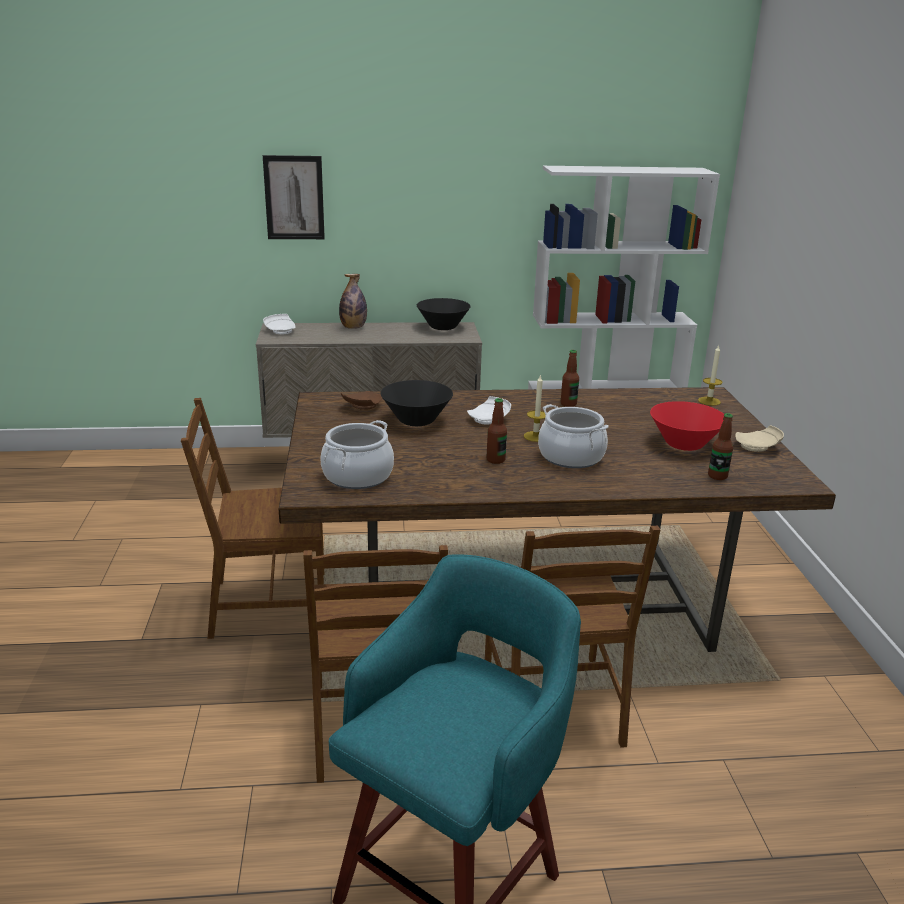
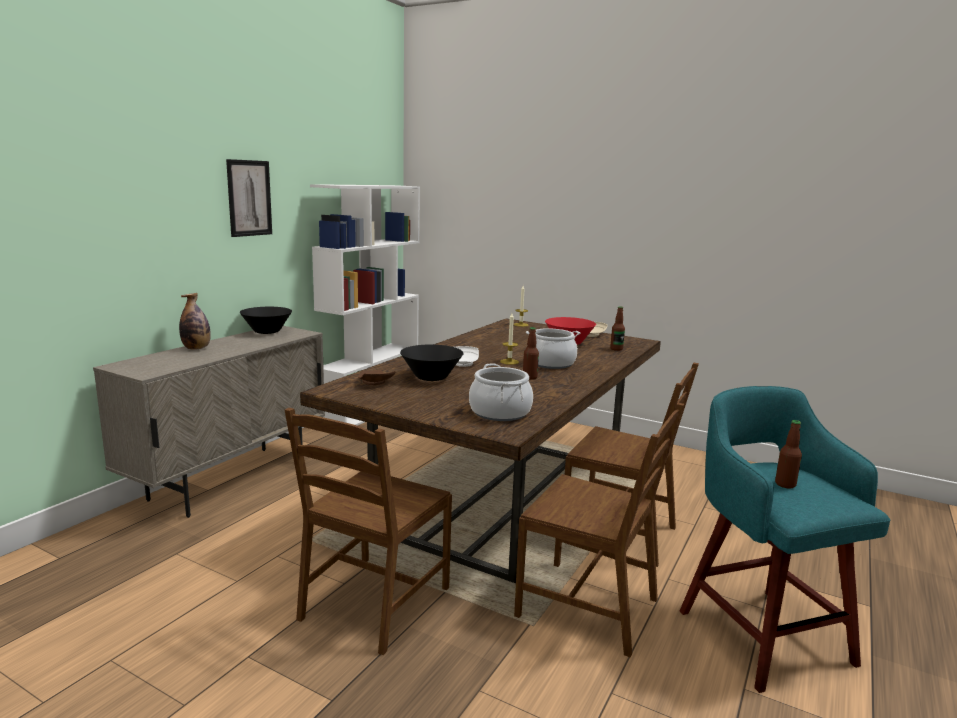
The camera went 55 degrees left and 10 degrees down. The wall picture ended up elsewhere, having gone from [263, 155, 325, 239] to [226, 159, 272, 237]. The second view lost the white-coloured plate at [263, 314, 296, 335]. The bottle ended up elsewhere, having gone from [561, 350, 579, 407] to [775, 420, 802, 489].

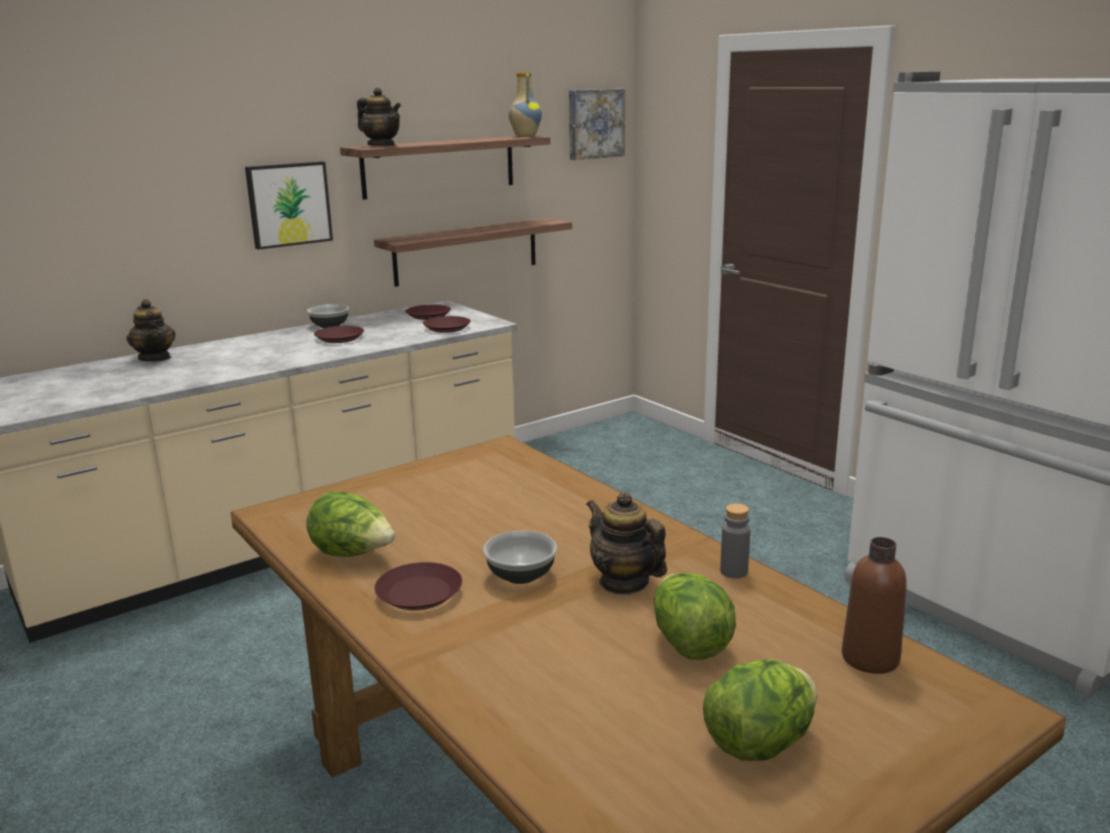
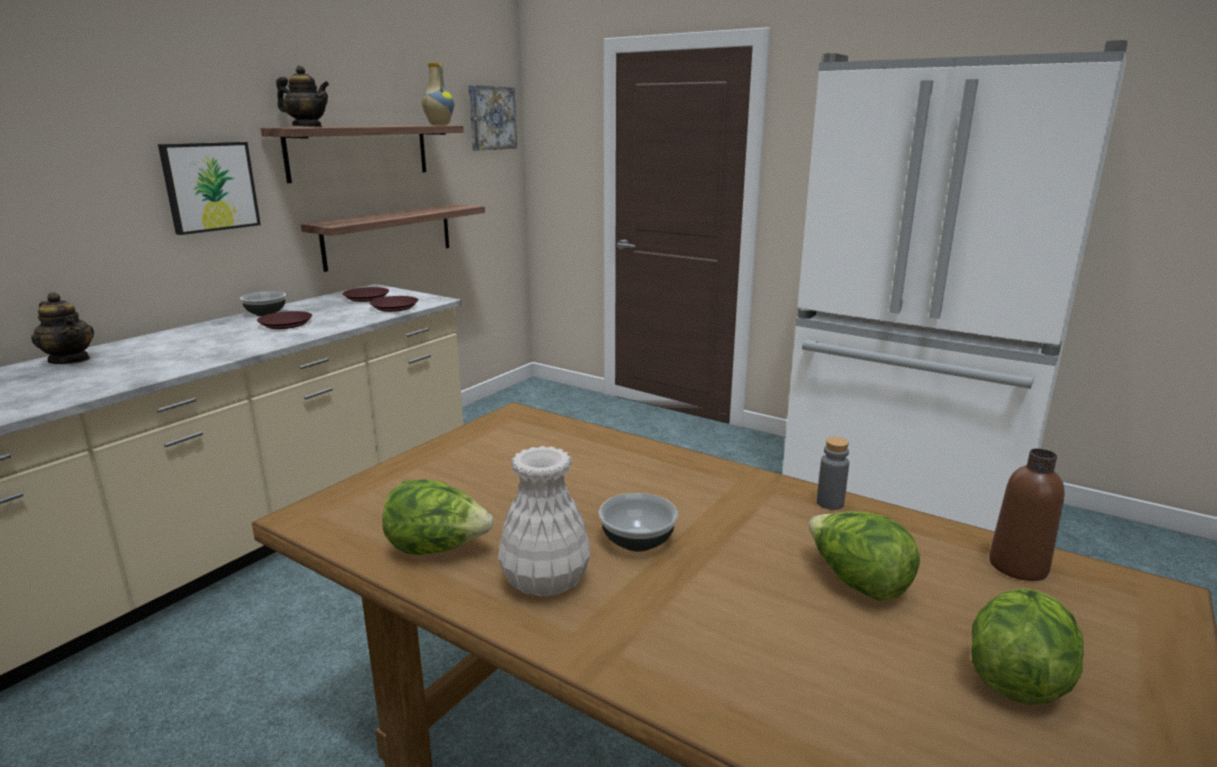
The camera went 20 degrees left and 0 degrees up. The second view lost the tea pot at [586, 491, 667, 595]. Where the brownish plate stood at [375, 562, 462, 610], the white-coloured flower vase came to stand at [498, 446, 591, 597].

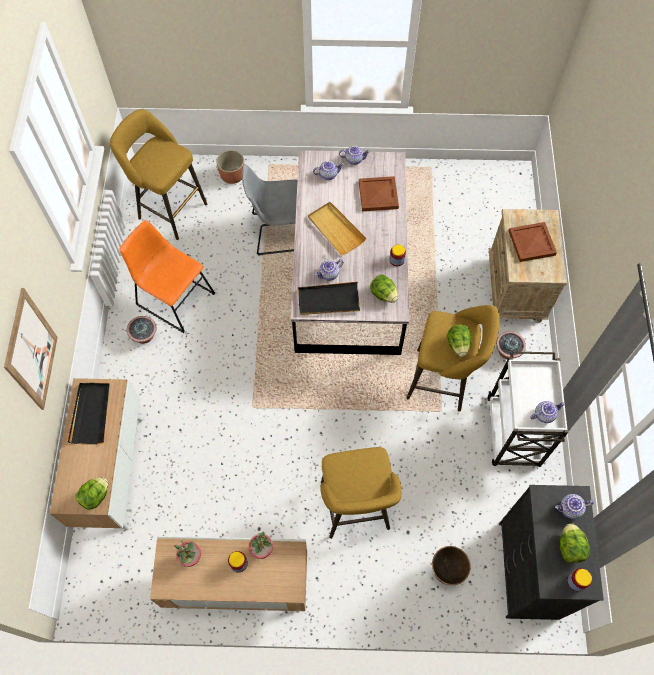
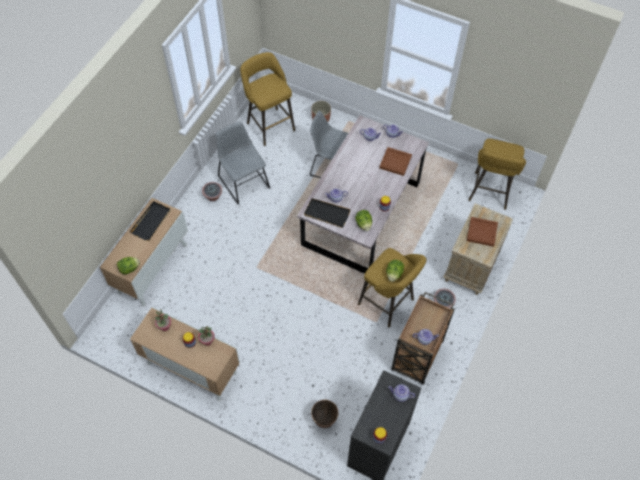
The camera went 25 degrees right and 5 degrees down. The second view lost the beige-coloured serving tray at [308, 202, 366, 255]. What was the orangey plain chair at [119, 220, 215, 333] turned into the grey plain chair at [216, 121, 270, 204]. The second view lost the wall picture at [4, 288, 58, 410]. What was the white-coloured wheeled cart at [487, 351, 568, 467] turned into the brownish wheeled cart at [391, 292, 455, 385]. The yellow stool ended up elsewhere, having gone from [320, 447, 402, 539] to [469, 138, 526, 210]. The second view lost the lettuce head at [560, 524, 590, 563].

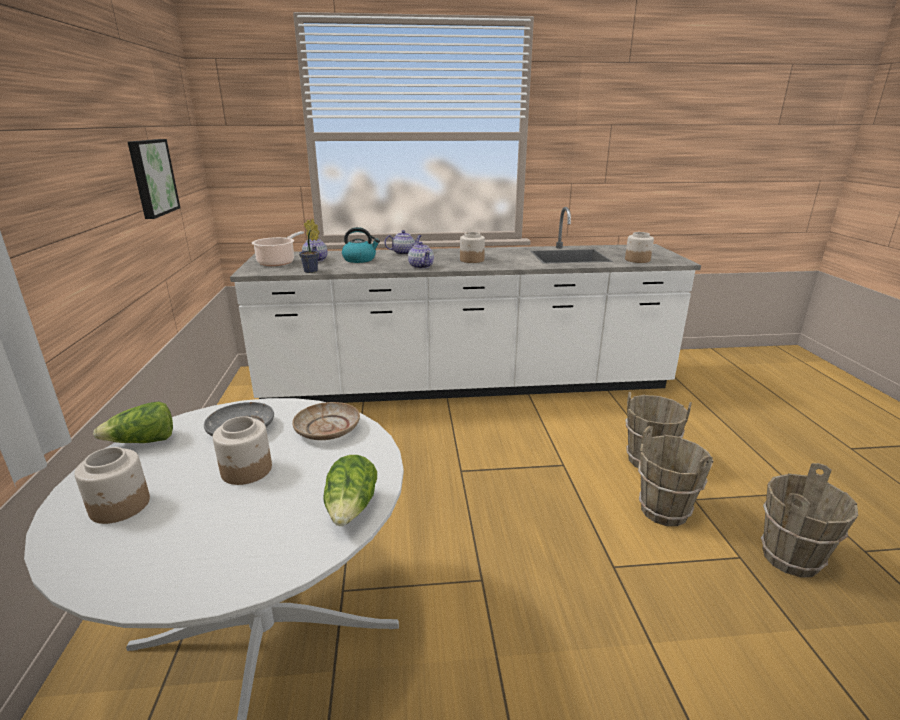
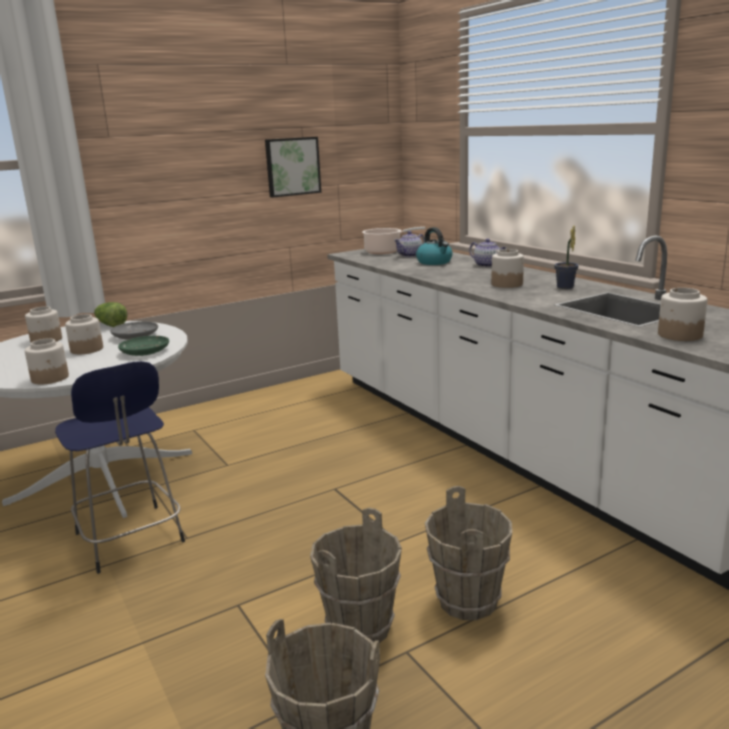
The camera went 65 degrees right and 5 degrees down. The houseplant ended up elsewhere, having gone from [299, 219, 319, 273] to [554, 225, 579, 289]. The second view lost the tea pot at [408, 242, 434, 269]. What was the beige-coloured plate at [292, 402, 360, 440] turned into the greenish plate at [118, 336, 169, 356]. Where the lettuce head stood at [323, 455, 377, 526], the storage jar came to stand at [25, 338, 69, 384]. The second view gained the blue-coloured stool at [55, 361, 185, 574].

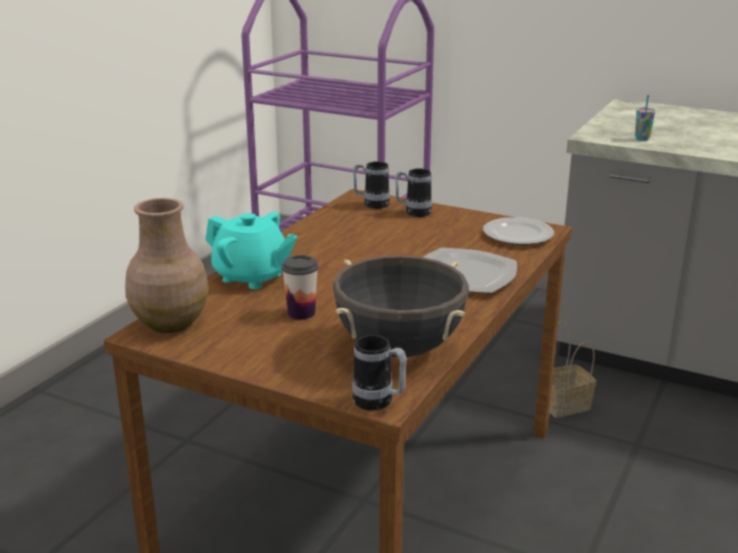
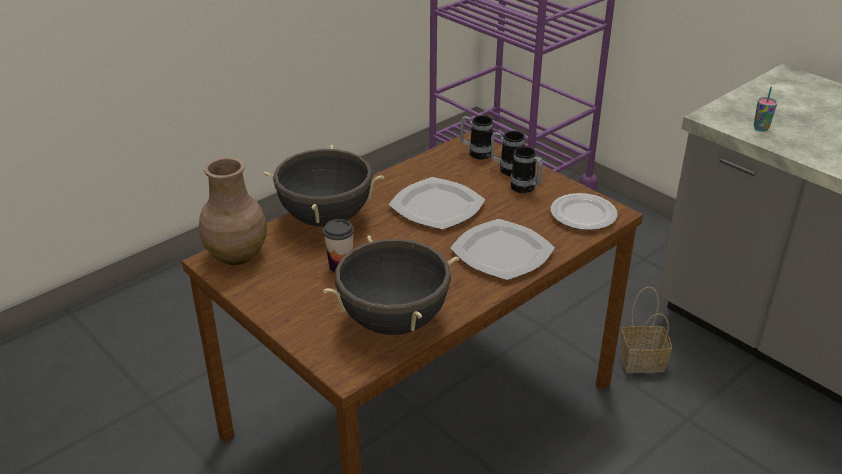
The camera went 20 degrees right and 10 degrees up. Where the turquoise tea pot stood at [205, 212, 298, 289], the black cooking pot came to stand at [262, 145, 384, 227]. The coffee mug ended up elsewhere, having gone from [352, 335, 407, 411] to [510, 146, 543, 193]. The second view gained the plate at [389, 177, 485, 230].

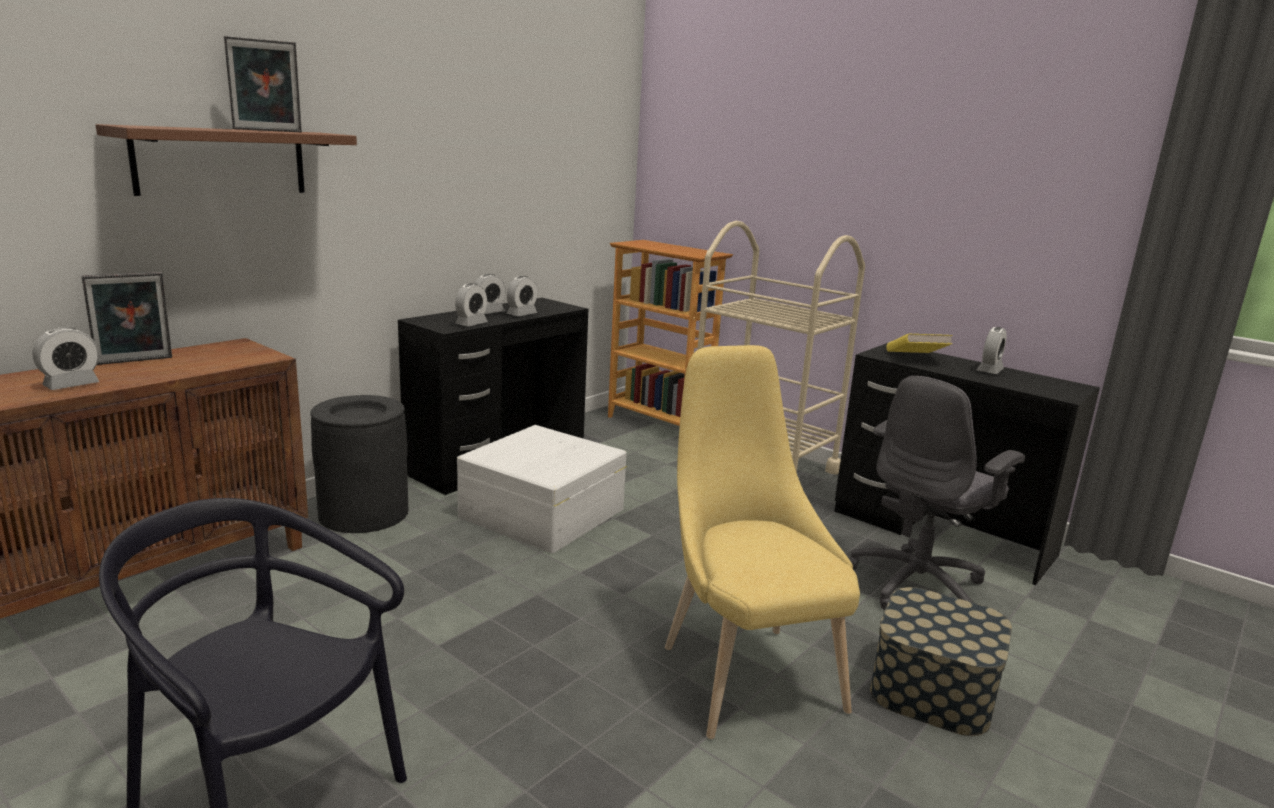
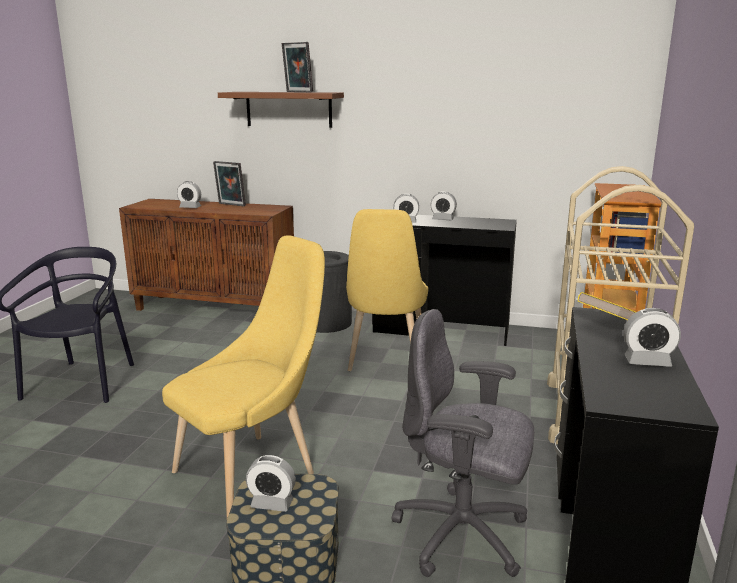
The camera went 65 degrees right and 0 degrees up. The table clock ended up elsewhere, having gone from [507, 276, 537, 316] to [246, 455, 296, 512]. Where the white-coloured storage box stood at [457, 425, 627, 553], the yellow plain chair came to stand at [346, 209, 429, 371].

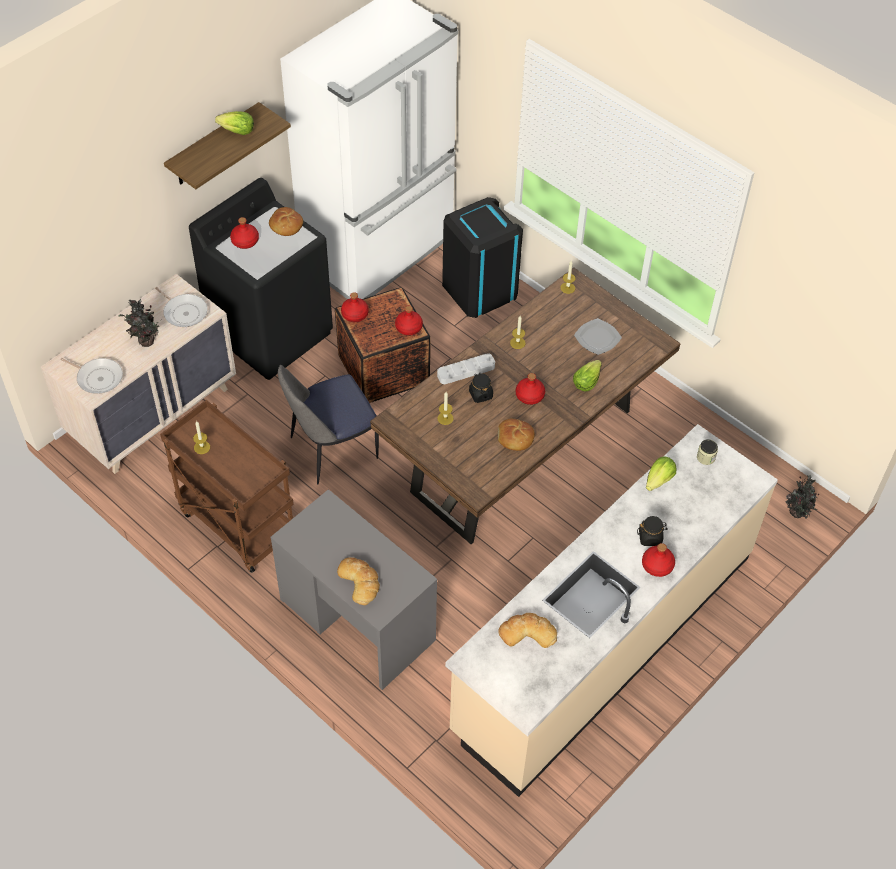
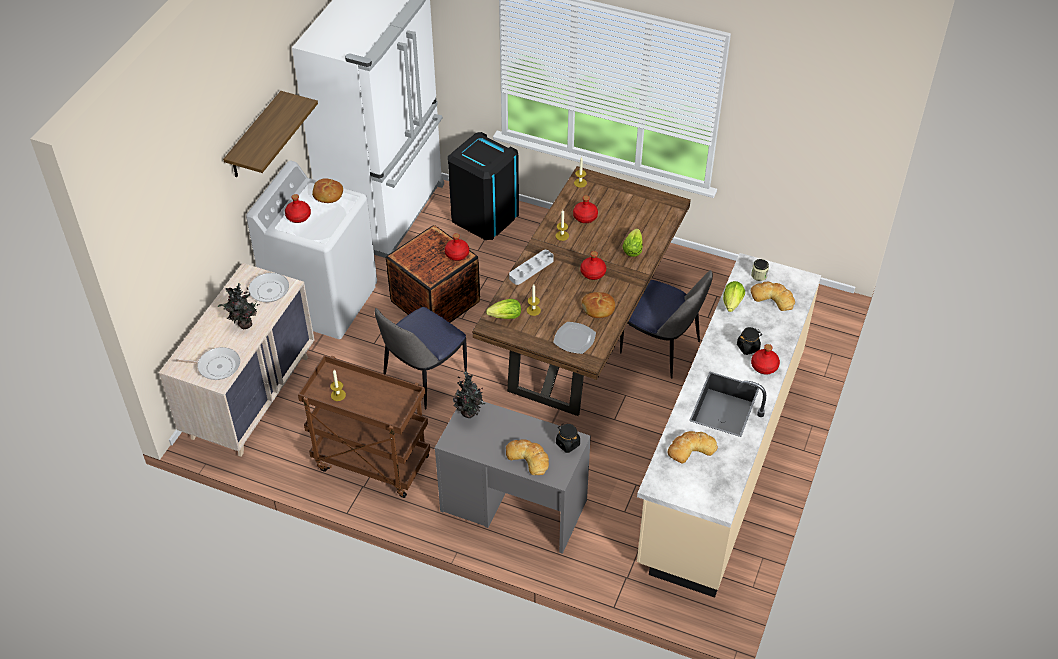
The camera went 20 degrees left and 5 degrees down. The lettuce head ended up elsewhere, having gone from [215, 111, 254, 135] to [486, 299, 521, 319]. What was the black laundry machine at [189, 178, 333, 380] turned into the white-coloured laundry machine at [246, 161, 377, 339]. The pan at [155, 287, 208, 327] ended up facing another way, 45 degrees counterclockwise from before. The reddish bottle ended up elsewhere, having gone from [341, 292, 369, 322] to [573, 195, 598, 223]. The plate ended up elsewhere, having gone from [574, 318, 622, 355] to [553, 322, 596, 354]. The black storage jar ended up elsewhere, having gone from [469, 373, 493, 403] to [556, 424, 580, 453]. The houseplant ended up elsewhere, having gone from [786, 474, 819, 519] to [453, 371, 485, 418]. The second view gained the plain chair at [620, 270, 713, 379]. The second view gained the bakery bread at [751, 282, 795, 311].

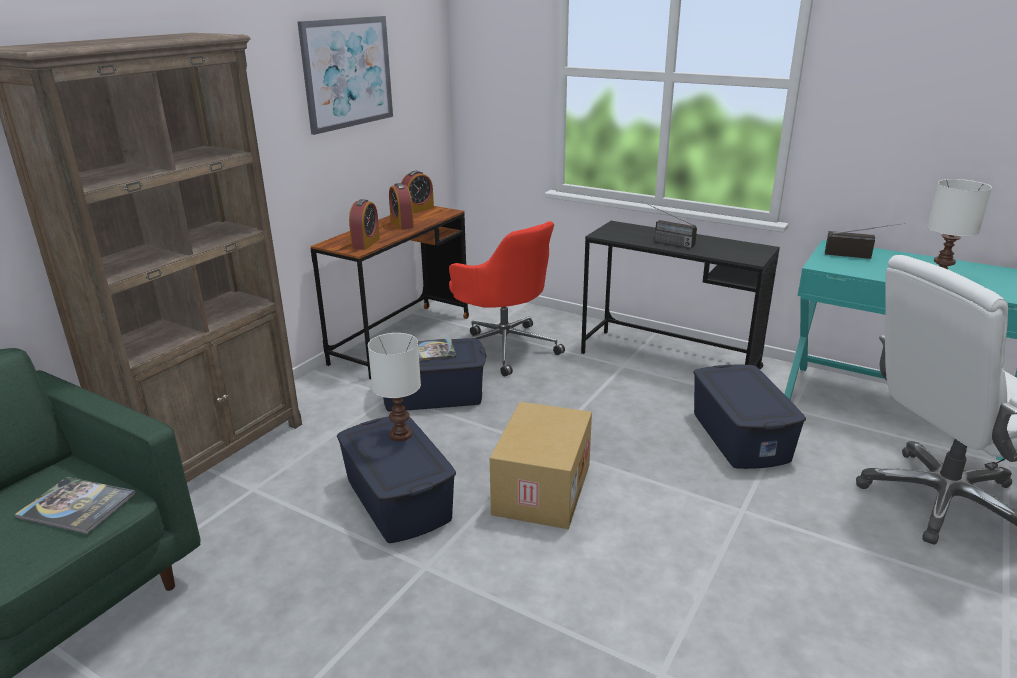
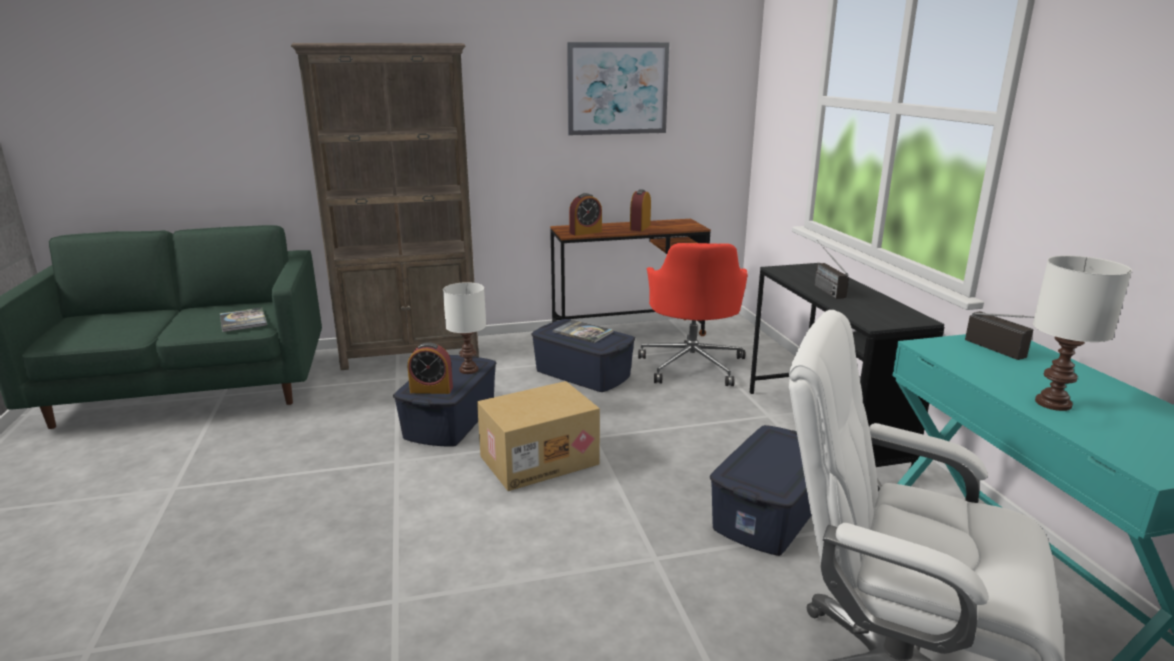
The camera went 45 degrees right and 5 degrees down. The table clock ended up elsewhere, having gone from [401, 171, 434, 214] to [408, 342, 453, 394].

